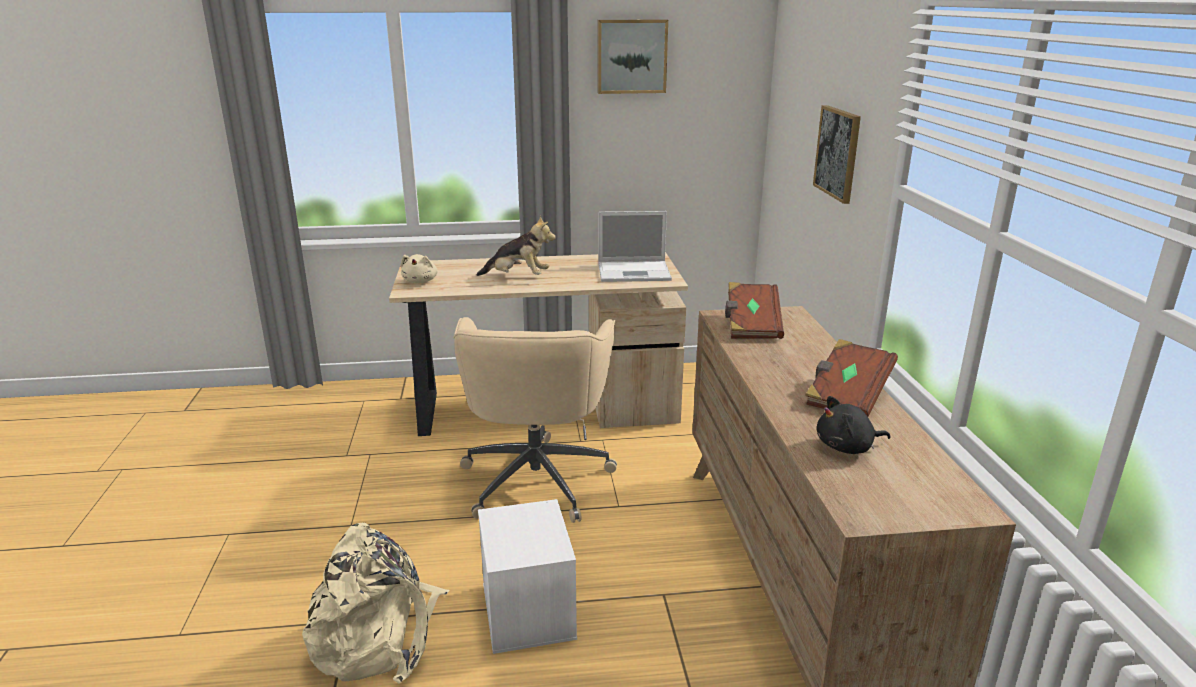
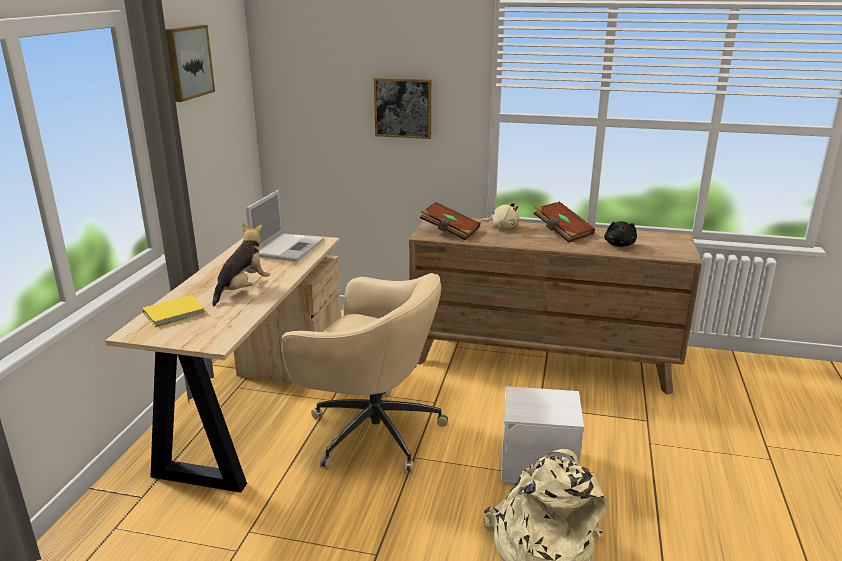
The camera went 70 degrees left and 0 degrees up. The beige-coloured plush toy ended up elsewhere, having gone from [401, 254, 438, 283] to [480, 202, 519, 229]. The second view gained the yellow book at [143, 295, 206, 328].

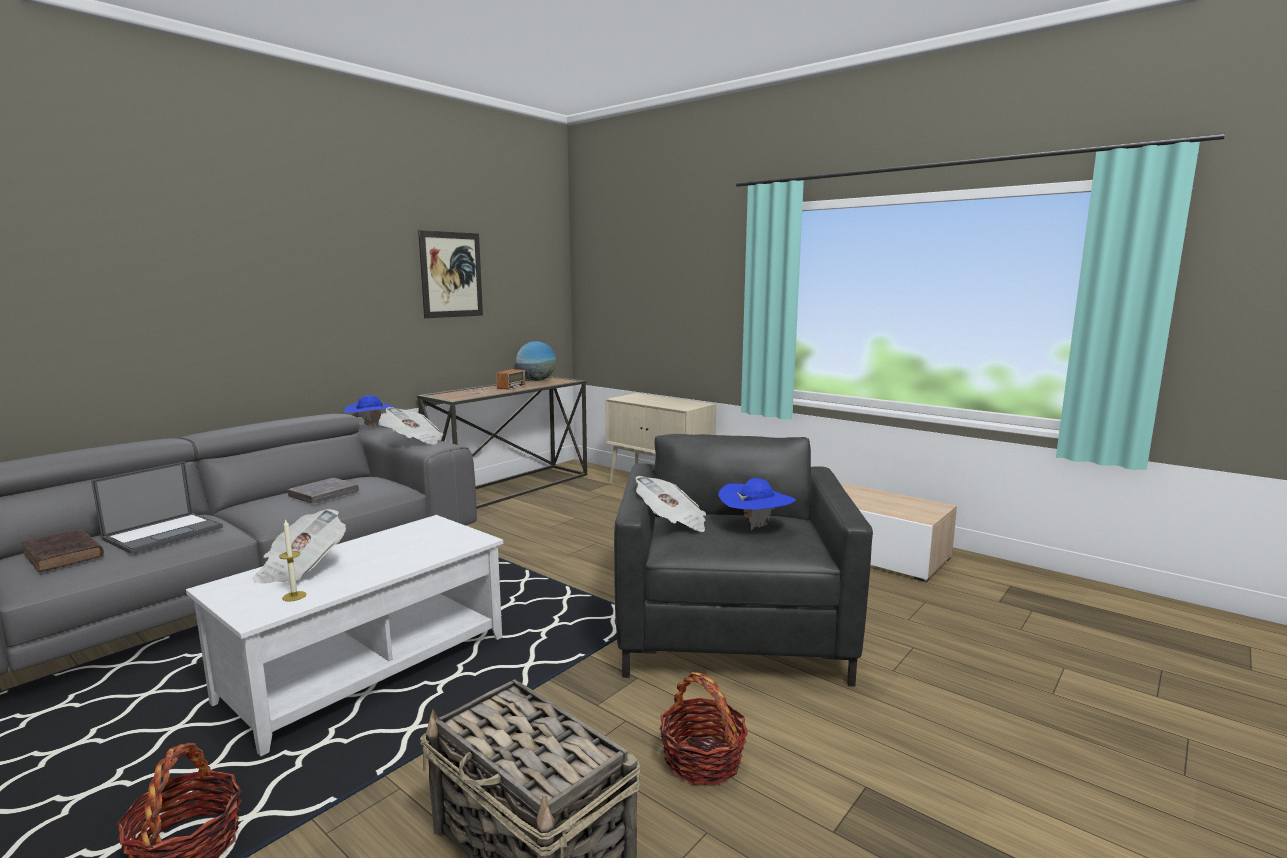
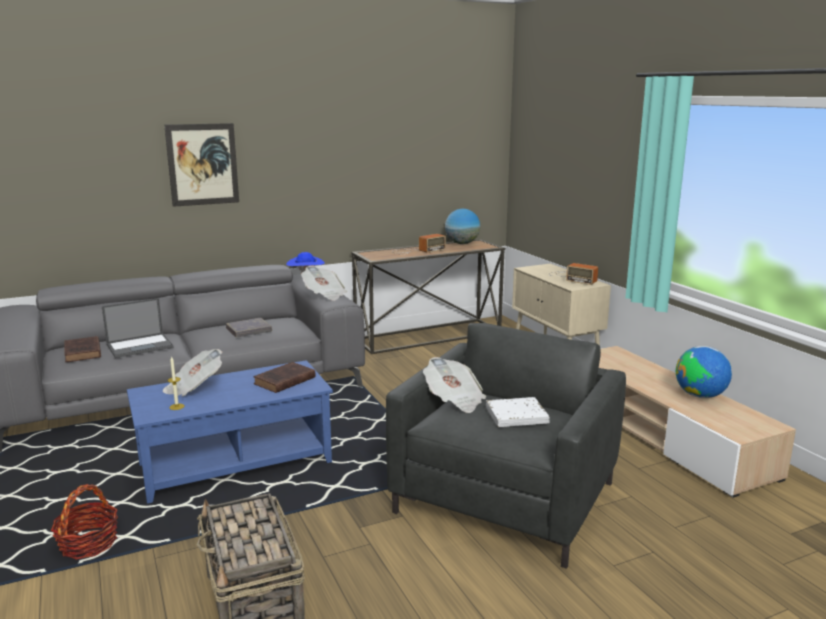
The camera went 25 degrees right and 5 degrees up. The wall picture ended up elsewhere, having gone from [418, 230, 483, 318] to [164, 123, 239, 207]. Where the blue-coloured hat stood at [718, 478, 796, 531], the white-coloured book came to stand at [486, 397, 550, 427]. What was the white-coloured low table at [186, 515, 503, 756] turned into the blue-coloured low table at [127, 360, 333, 504]. The second view lost the household basket at [660, 672, 748, 785]. The second view gained the radio receiver at [549, 263, 598, 285]. The second view gained the globe at [676, 346, 732, 398]. The second view gained the brownish book at [253, 362, 316, 393].

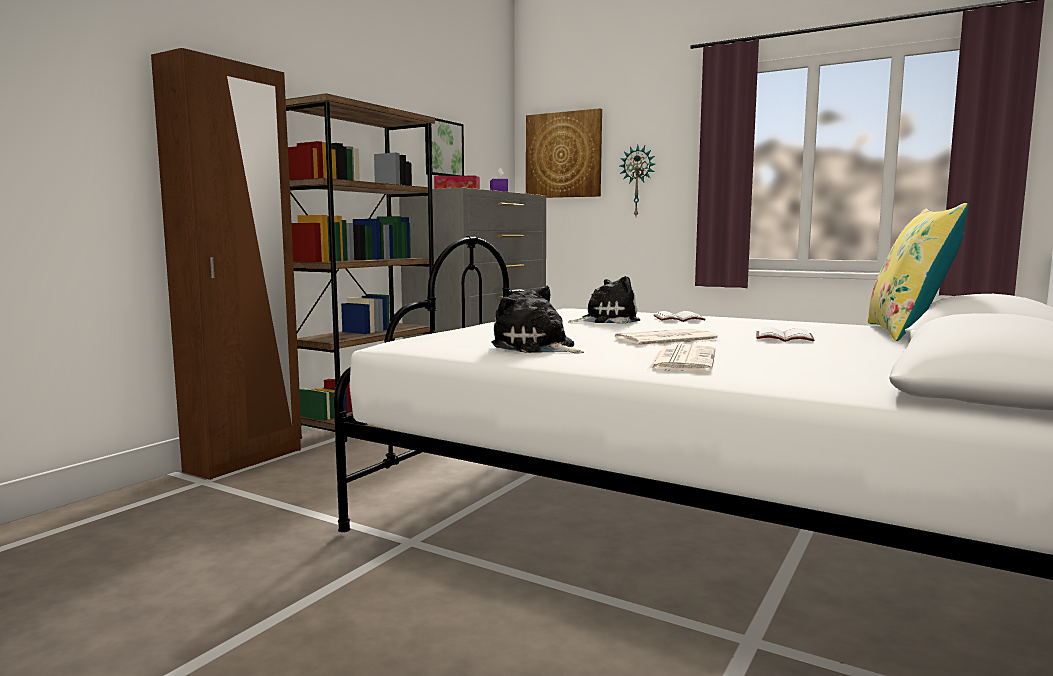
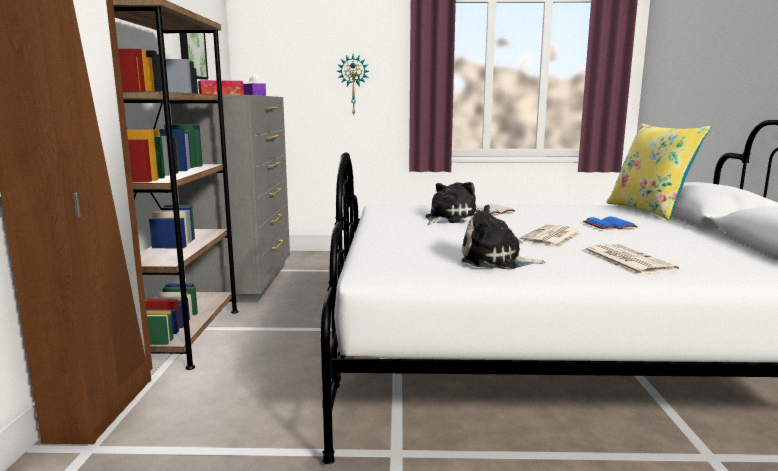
The camera went 30 degrees left and 5 degrees up. The second view lost the wall picture at [526, 108, 602, 198]. What was the white-coloured book at [756, 327, 814, 342] turned into the blue-coloured book at [583, 216, 638, 229].

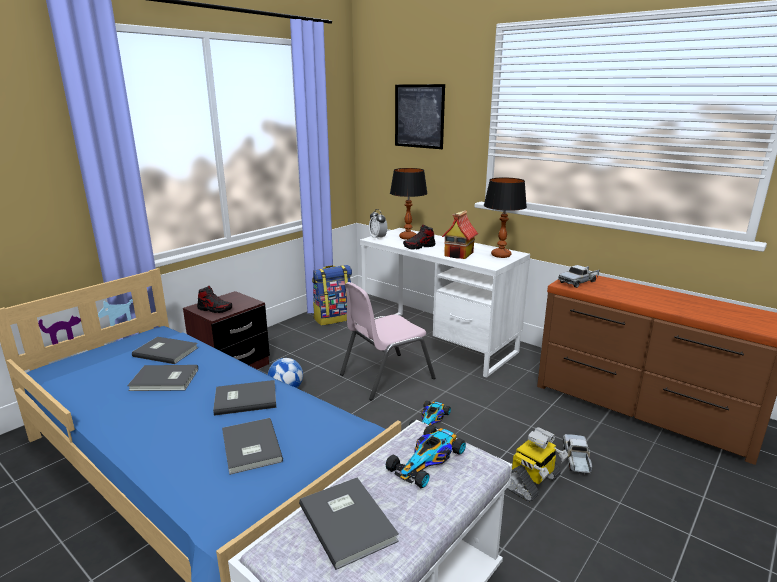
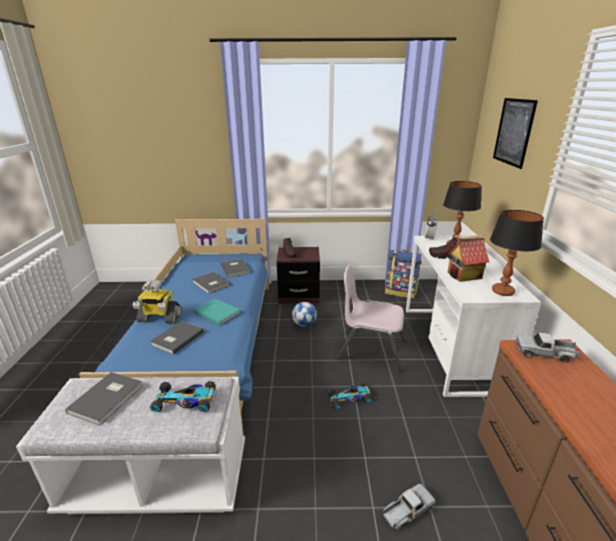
The camera went 50 degrees right and 5 degrees up. What was the grey book at [213, 380, 276, 416] turned into the turquoise book at [194, 299, 240, 325]. The robot figure ended up elsewhere, having gone from [507, 427, 568, 502] to [133, 280, 182, 324].

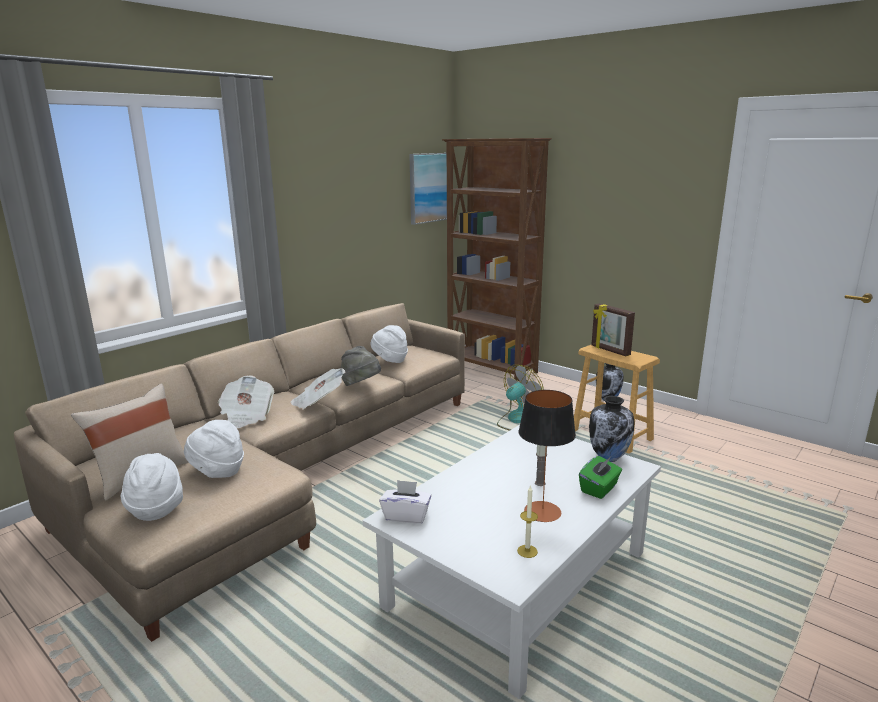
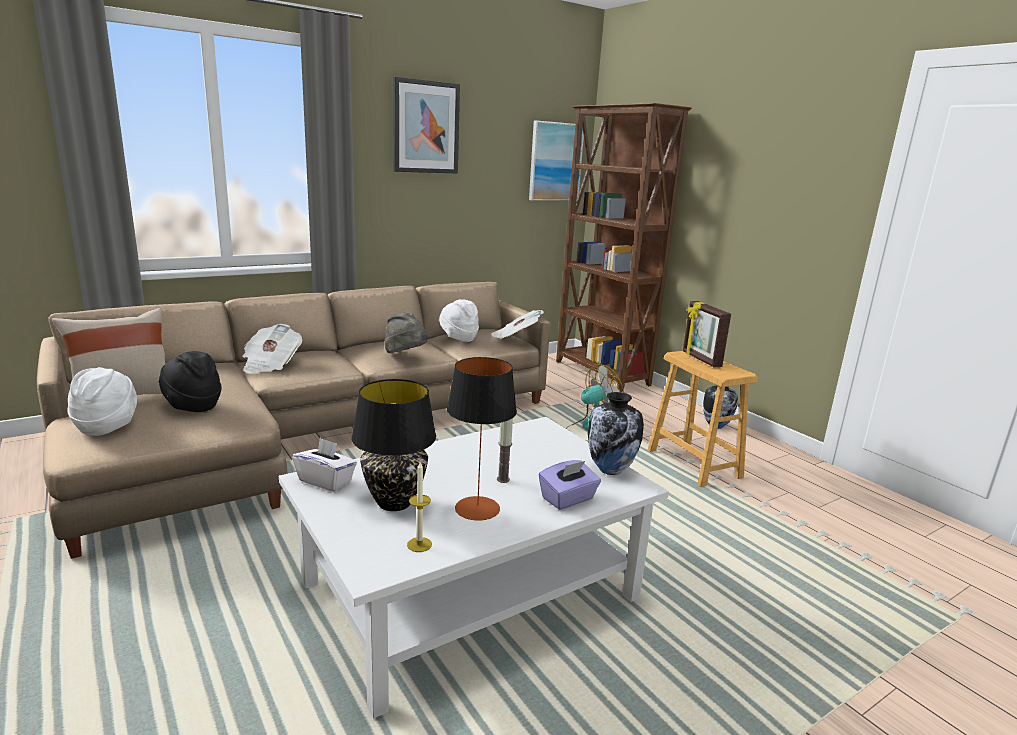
The camera went 15 degrees right and 0 degrees up. The printed paper ended up elsewhere, having gone from [290, 368, 345, 409] to [491, 310, 544, 339]. What was the white-coloured hat at [184, 420, 244, 478] turned into the black hat at [159, 351, 222, 412]. What was the greenish tissue box at [579, 456, 622, 499] turned into the purple-coloured tissue box at [539, 460, 601, 510]. The second view gained the wall picture at [393, 77, 460, 174]. The second view gained the black table lamp at [352, 379, 436, 511].

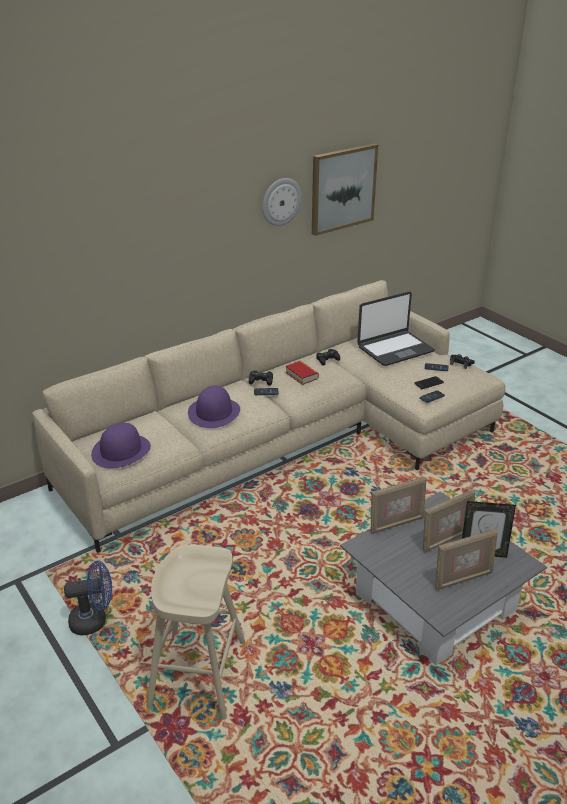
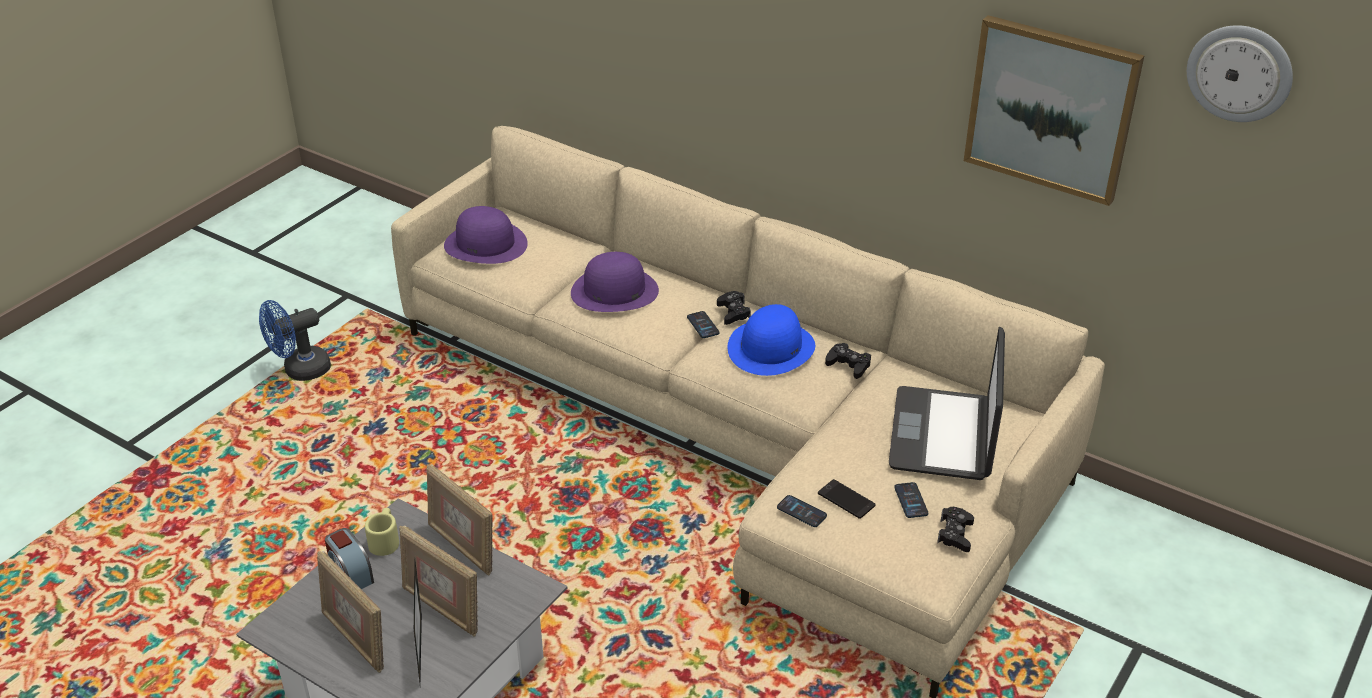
The camera went 70 degrees right and 5 degrees up. The wall clock ended up elsewhere, having gone from [262, 178, 302, 226] to [1187, 25, 1293, 122]. The notebook computer at [357, 292, 435, 366] ended up facing another way, 60 degrees clockwise from before. Where the book stood at [285, 361, 319, 385], the blue-coloured hat came to stand at [728, 304, 815, 376]. The second view lost the beige-coloured stool at [147, 544, 245, 720]. The blue-coloured cooling fan at [64, 560, 112, 635] ended up facing another way, 90 degrees clockwise from before. The second view gained the beige-coloured coffee mug at [365, 508, 399, 556]. The second view gained the table clock at [325, 528, 374, 589].

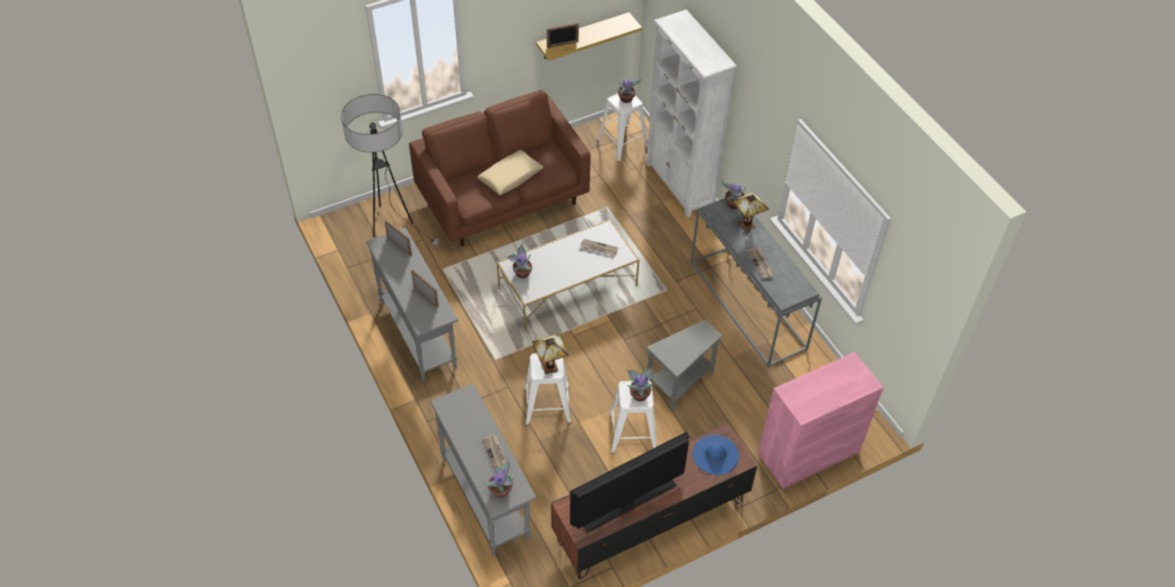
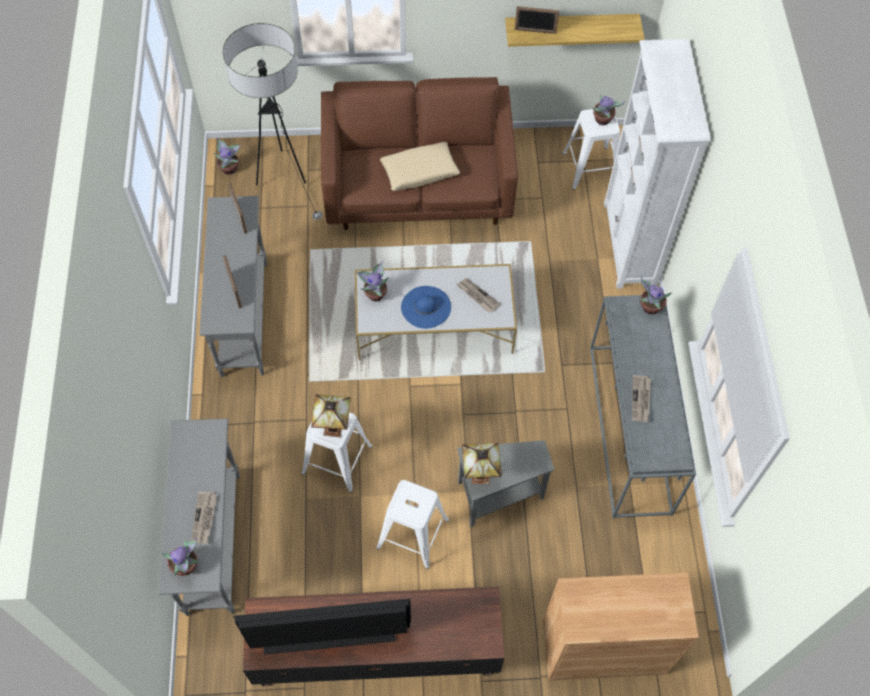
The camera went 25 degrees right and 10 degrees up. The table lamp ended up elsewhere, having gone from [732, 192, 769, 231] to [462, 443, 502, 484]. What was the pinkish storage cabinet at [758, 352, 884, 489] turned into the brownish storage cabinet at [543, 573, 699, 680]. The houseplant ended up elsewhere, having gone from [627, 367, 655, 402] to [214, 138, 241, 175]. The blue-coloured hat ended up elsewhere, having gone from [693, 435, 739, 475] to [401, 286, 451, 329].

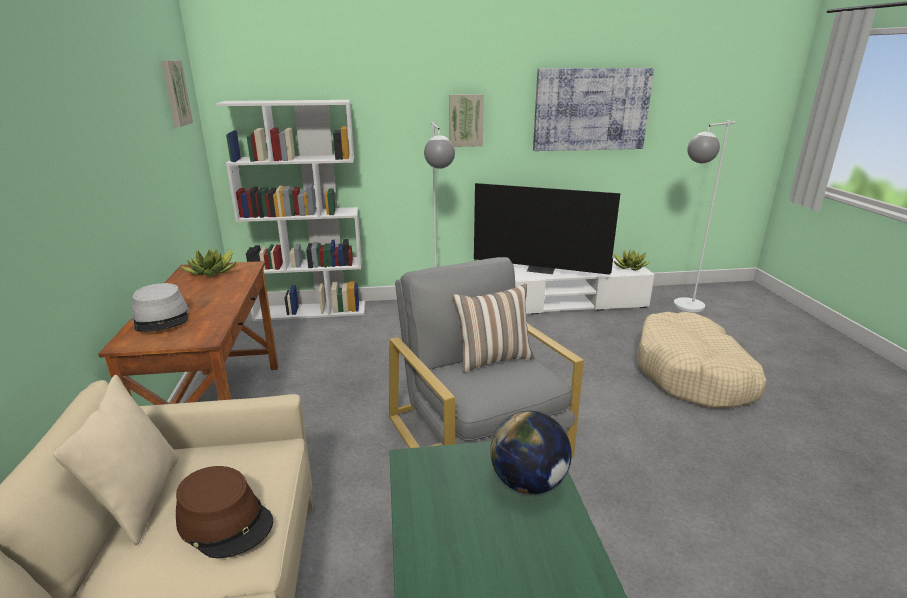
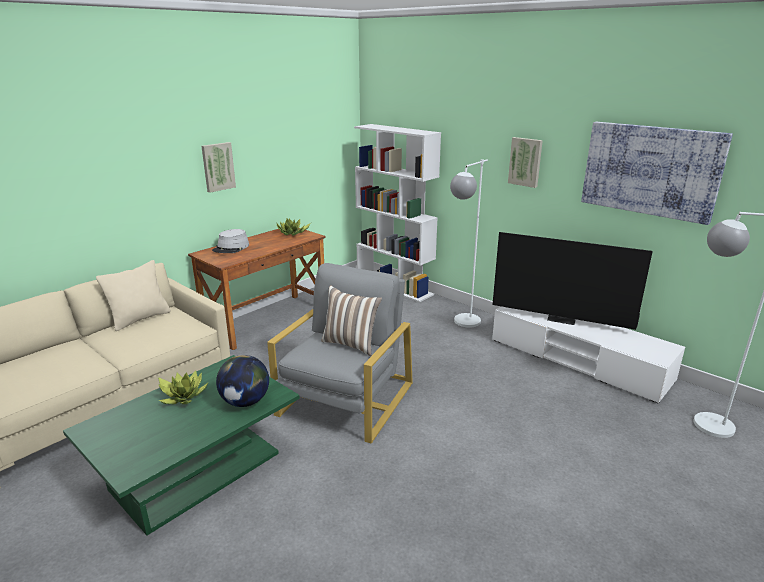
The camera went 50 degrees right and 0 degrees up. The wall picture ended up elsewhere, having gone from [161, 60, 193, 127] to [201, 142, 236, 193]. The television at [474, 183, 620, 275] ended up facing another way, 45 degrees counterclockwise from before. The houseplant ended up elsewhere, having gone from [614, 250, 651, 271] to [158, 370, 209, 404]. The second view lost the beige-coloured dog bed at [637, 312, 766, 408]. The second view lost the brownish hat at [176, 466, 273, 559].

